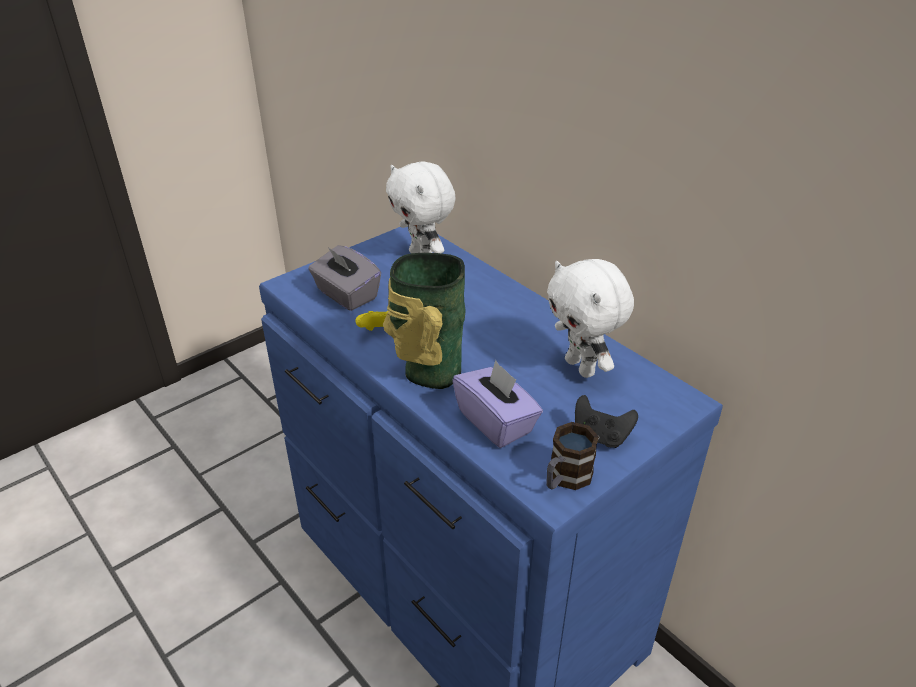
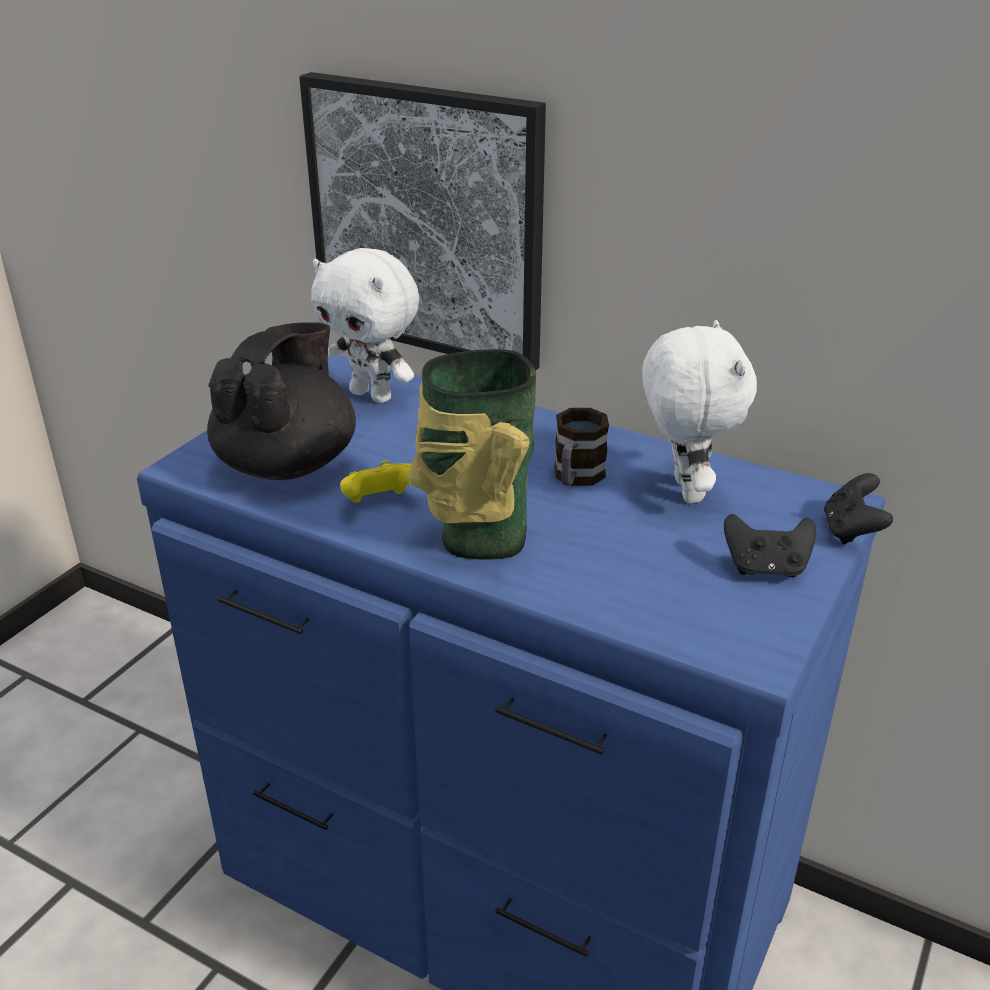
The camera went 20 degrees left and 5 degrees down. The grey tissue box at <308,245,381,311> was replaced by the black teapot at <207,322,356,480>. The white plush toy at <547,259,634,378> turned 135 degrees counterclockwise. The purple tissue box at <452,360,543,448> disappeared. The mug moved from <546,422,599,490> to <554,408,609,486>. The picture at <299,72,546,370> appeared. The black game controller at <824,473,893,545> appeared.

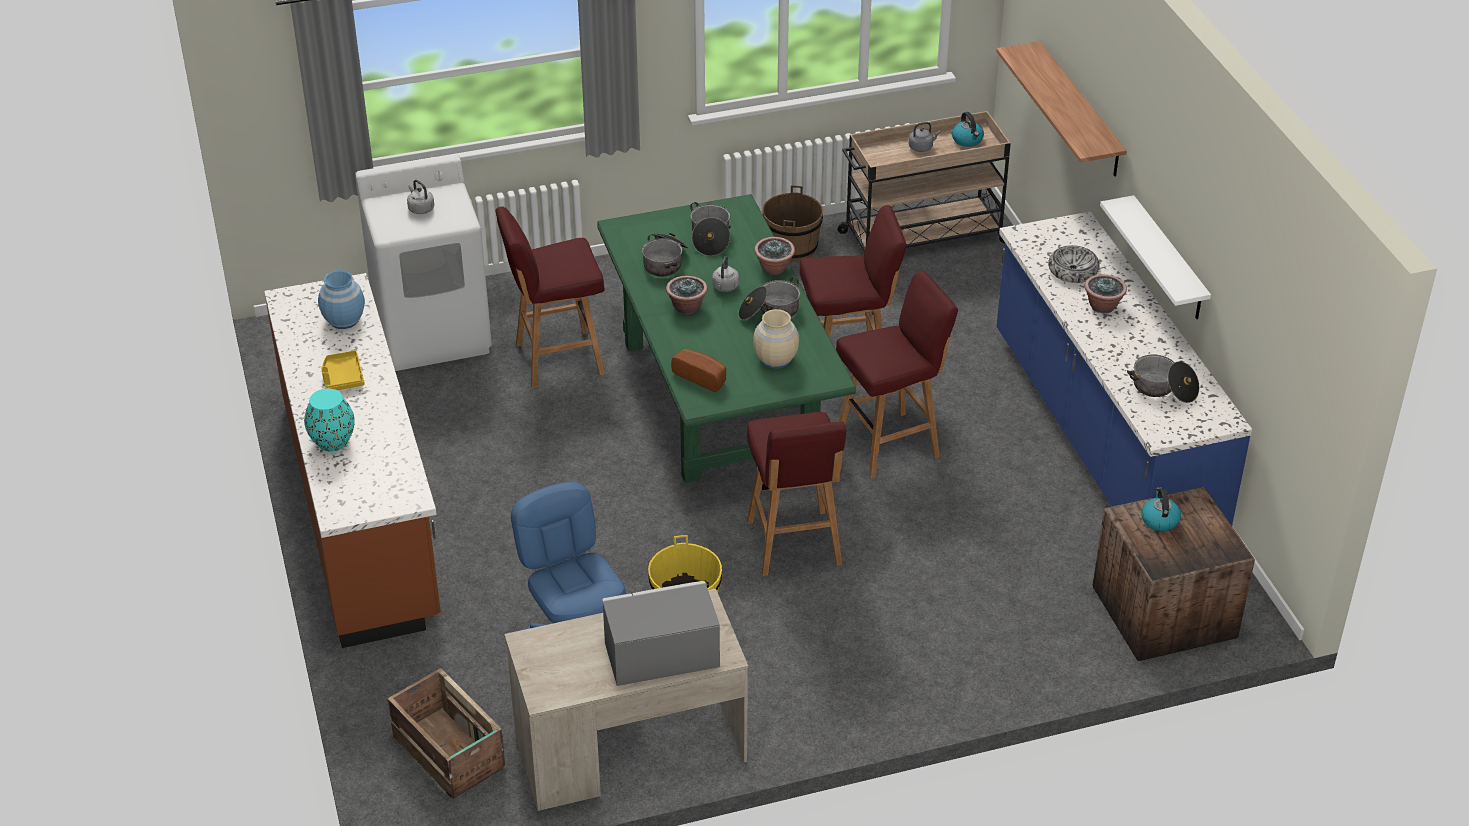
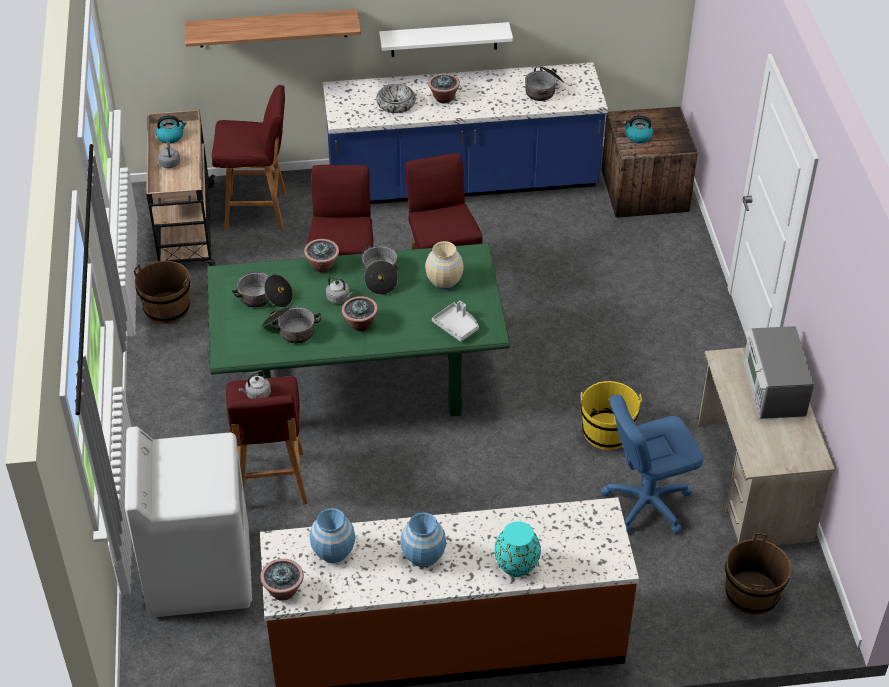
The camera went 80 degrees left and 5 degrees up. The grey kettle moved from <407,180,434,214> to <238,370,271,399>. The bread at <671,349,726,392> was replaced by the grey tray at <432,301,479,342>. The yellow tray at <321,350,365,390> was replaced by the blue vase at <401,512,446,567>. The red stool moved from <747,412,846,576> to <212,85,286,230>. The crate at <387,668,506,799> was replaced by the brown bucket at <725,533,791,615>. The potted plant at <260,559,304,600> appeared.

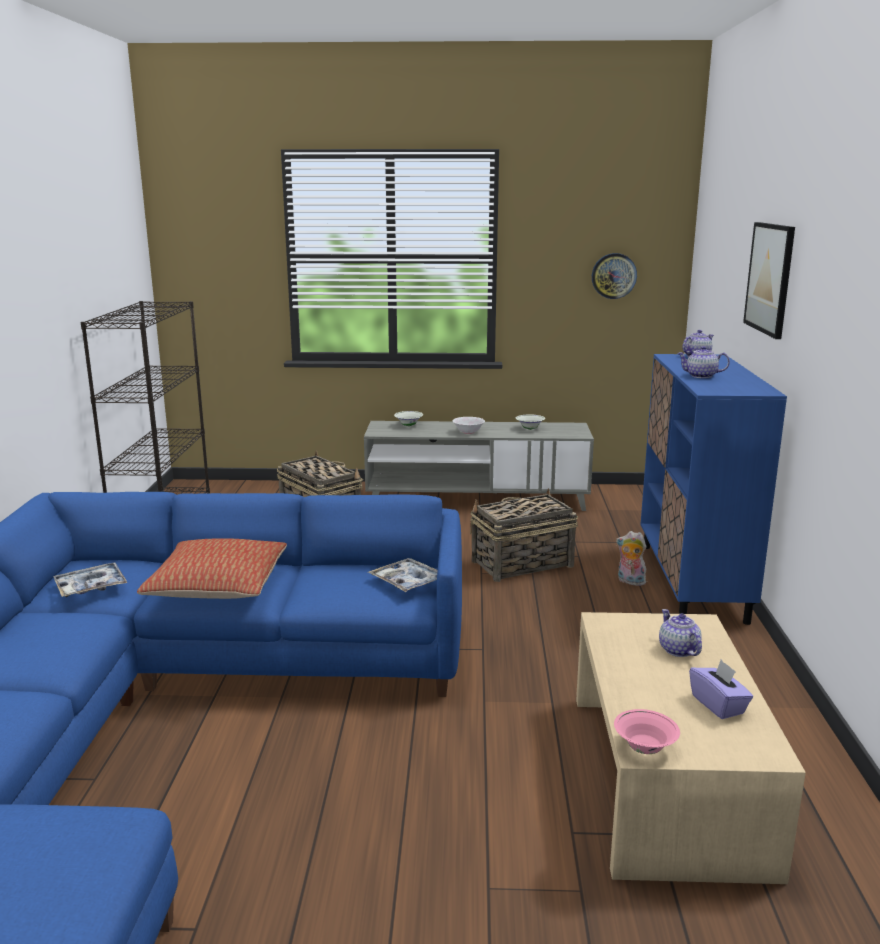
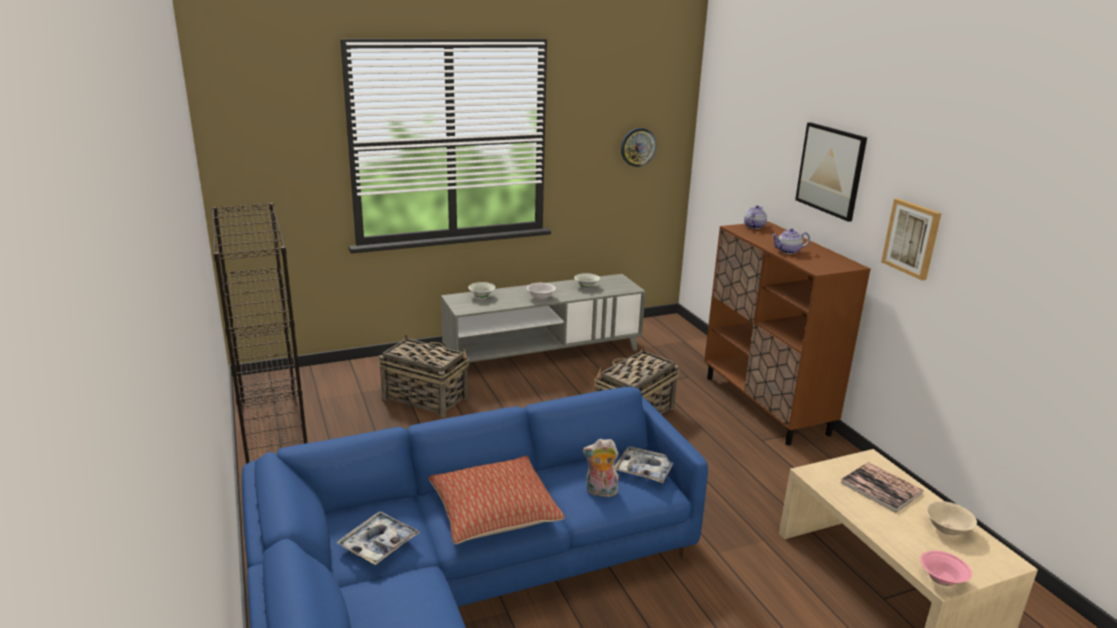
The camera went 25 degrees left and 5 degrees up. The blue cabinet at <640,354,787,625> became the brown cabinet at <704,221,871,445>. The plush toy moved from <616,531,646,586> to <583,439,619,497>. The teapot at <659,609,702,657> was replaced by the book at <840,462,924,513>. The purple tissue box at <689,660,753,719> was replaced by the beige bowl at <926,501,977,535>. The picture at <881,199,941,280> appeared.

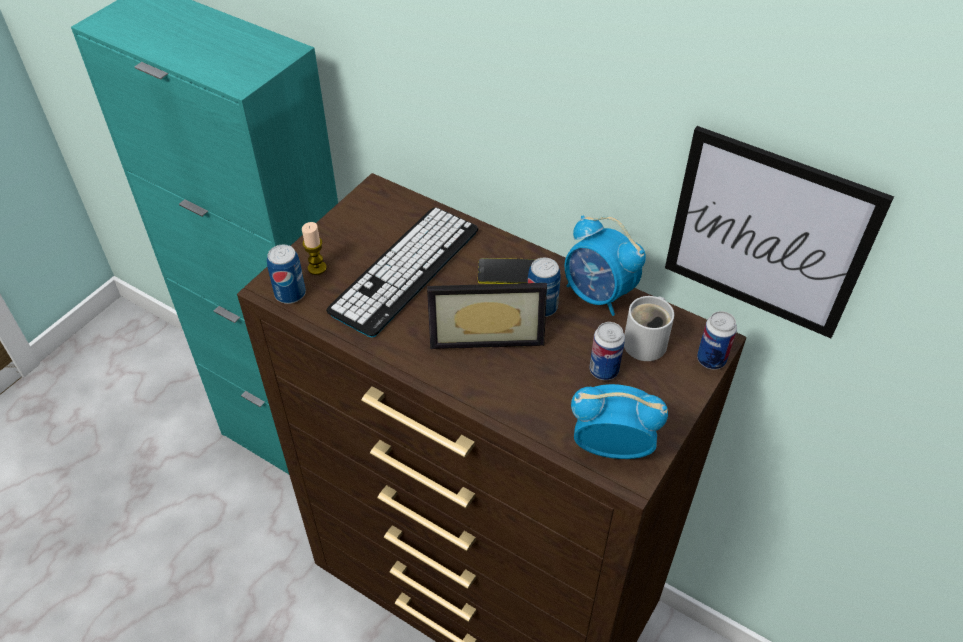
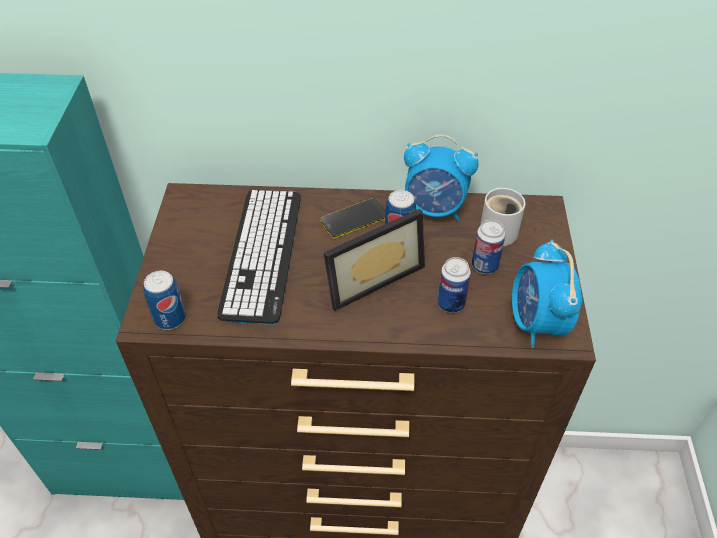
The camera went 30 degrees left and 0 degrees up. The picture at <665,126,894,338> disappeared. The candle at <302,222,327,275> disappeared. The can moved from <697,311,737,370> to <437,257,471,313>. The alarm clock at <571,384,668,459> turned 75 degrees counterclockwise.

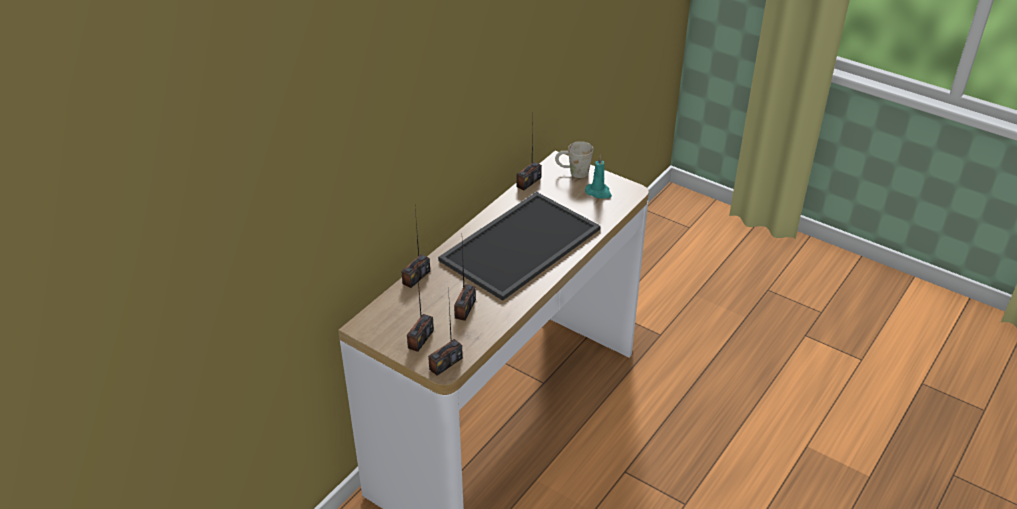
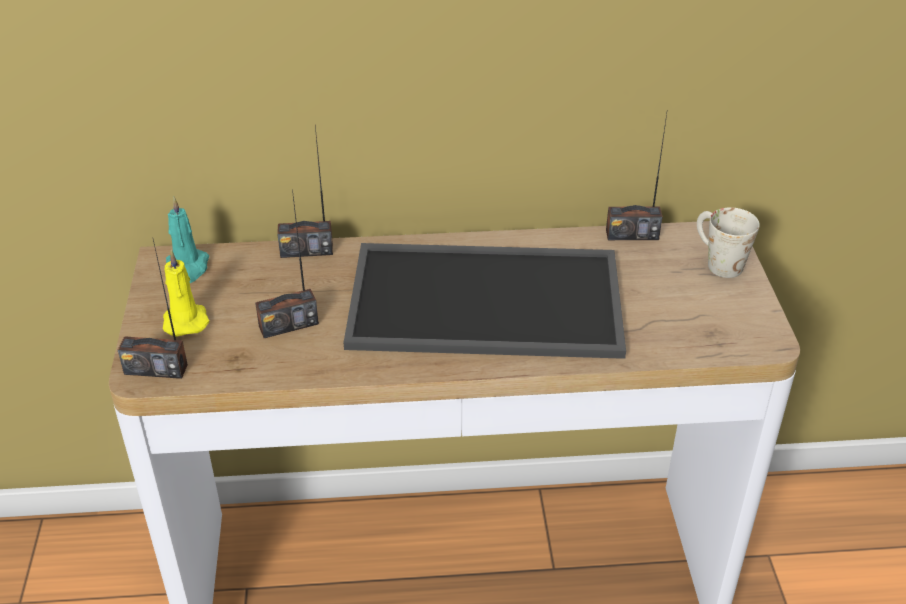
The camera went 50 degrees right and 0 degrees up. The turquoise candle moved from <585,155,612,198> to <166,197,209,283>. The radio at <407,267,434,352> was replaced by the yellow candle at <163,250,210,337>.

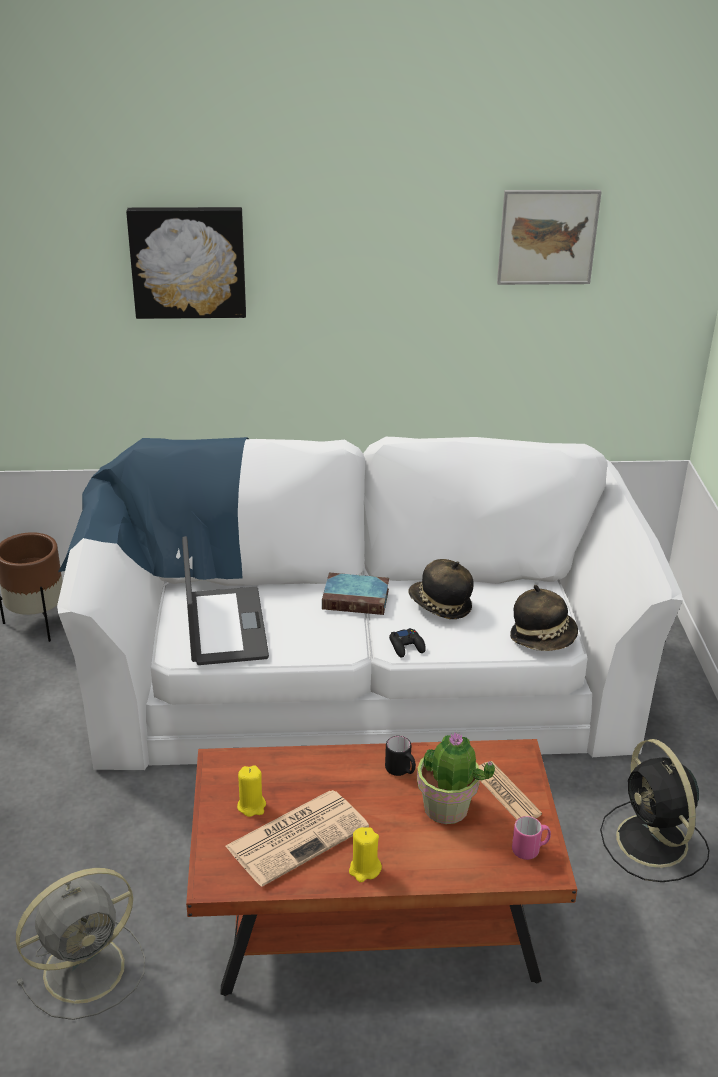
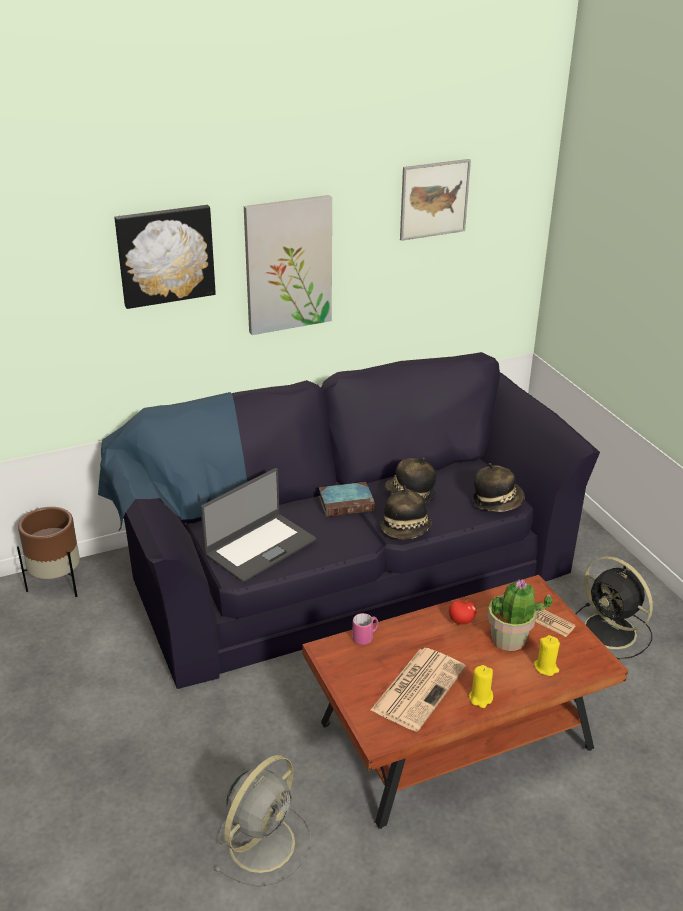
The camera went 20 degrees left and 0 degrees up. The white sofa at <57,437,683,770> became the black sofa at <98,352,600,689>. The laptop at <182,536,269,665> turned 75 degrees clockwise. The black game controller at <389,628,426,658> was replaced by the hat at <380,485,432,540>. The black mug at <385,736,416,776> was replaced by the apple at <449,598,476,624>. The yellow candle moved from <237,765,266,817> to <534,635,560,676>. The pink mug moved from <512,816,551,860> to <352,613,378,645>. The picture at <244,195,332,335> appeared.

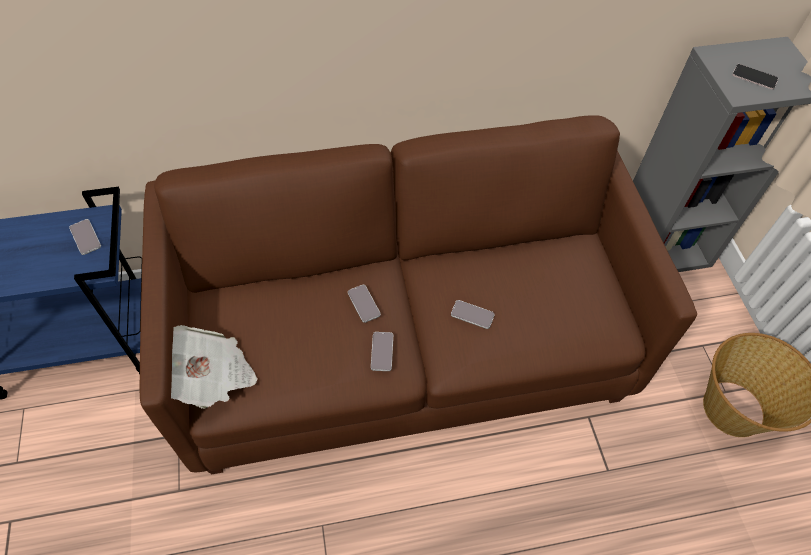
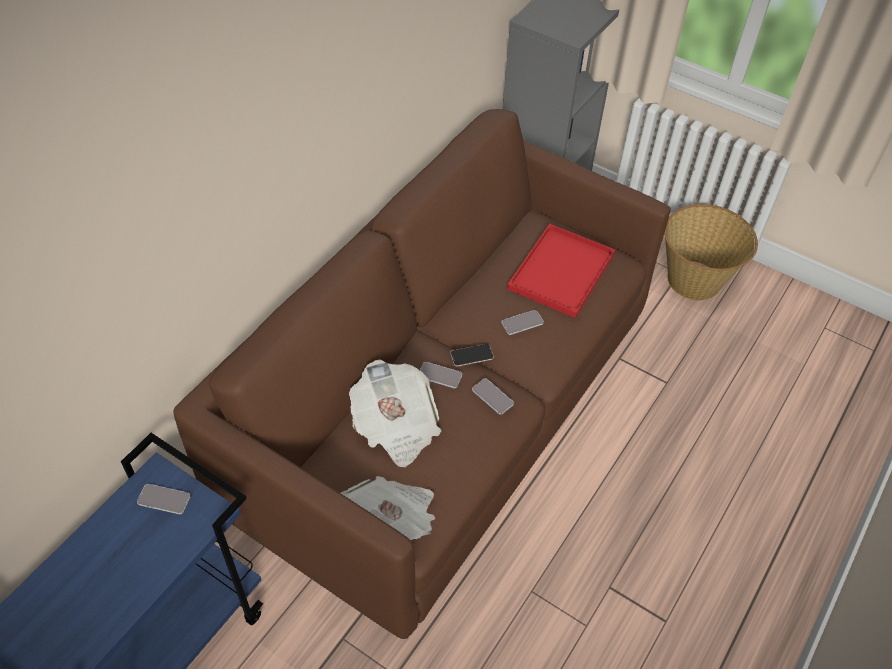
The camera went 45 degrees left and 5 degrees down. The phone moved from <732,64,778,89> to <450,344,494,366>. The red tray at <507,224,615,318> appeared. The newspaper at <349,359,441,467> appeared.

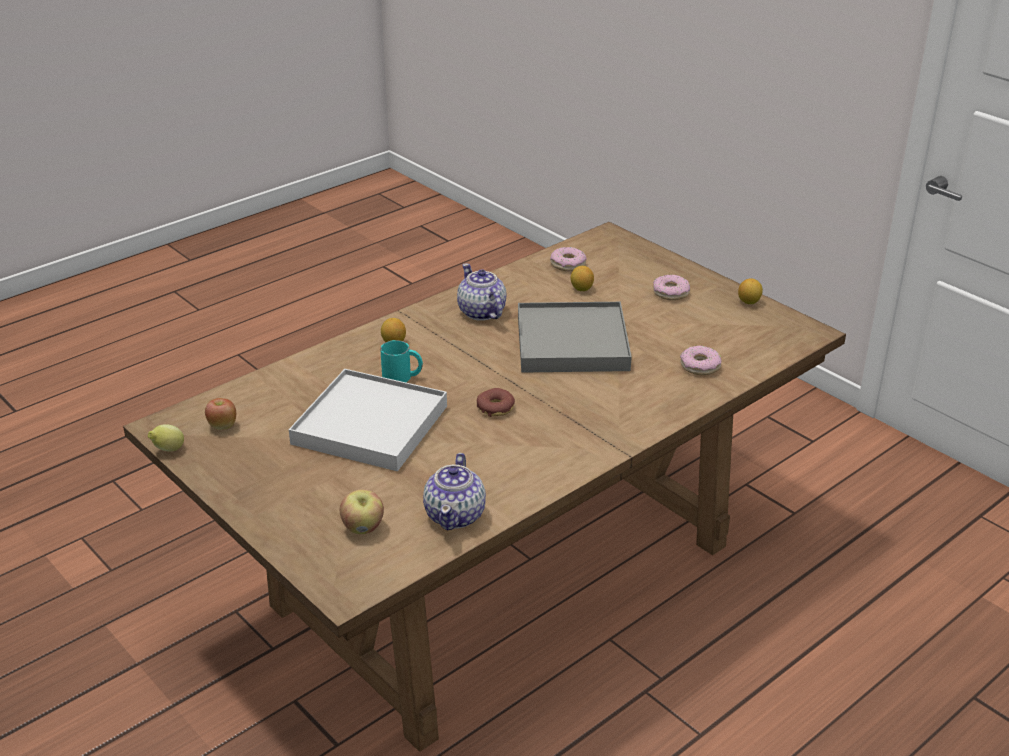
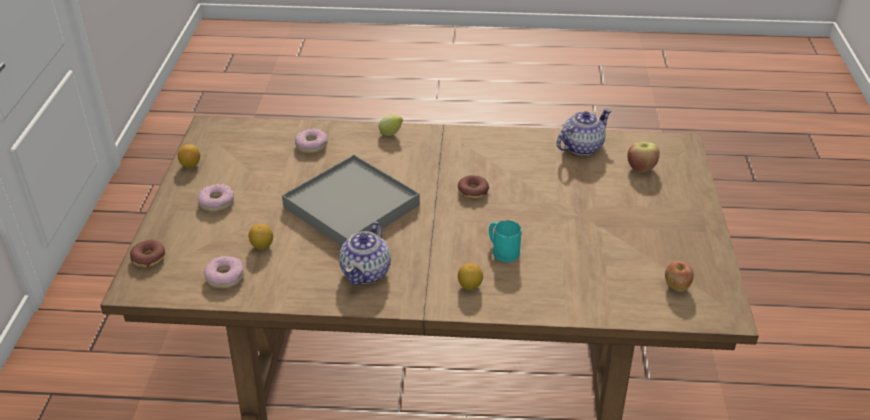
The camera went 135 degrees left and 5 degrees up. The white tray at <289,369,447,471> disappeared. The lemon moved from <148,424,184,451> to <379,114,403,136>. The donut at <130,239,165,267> appeared.

